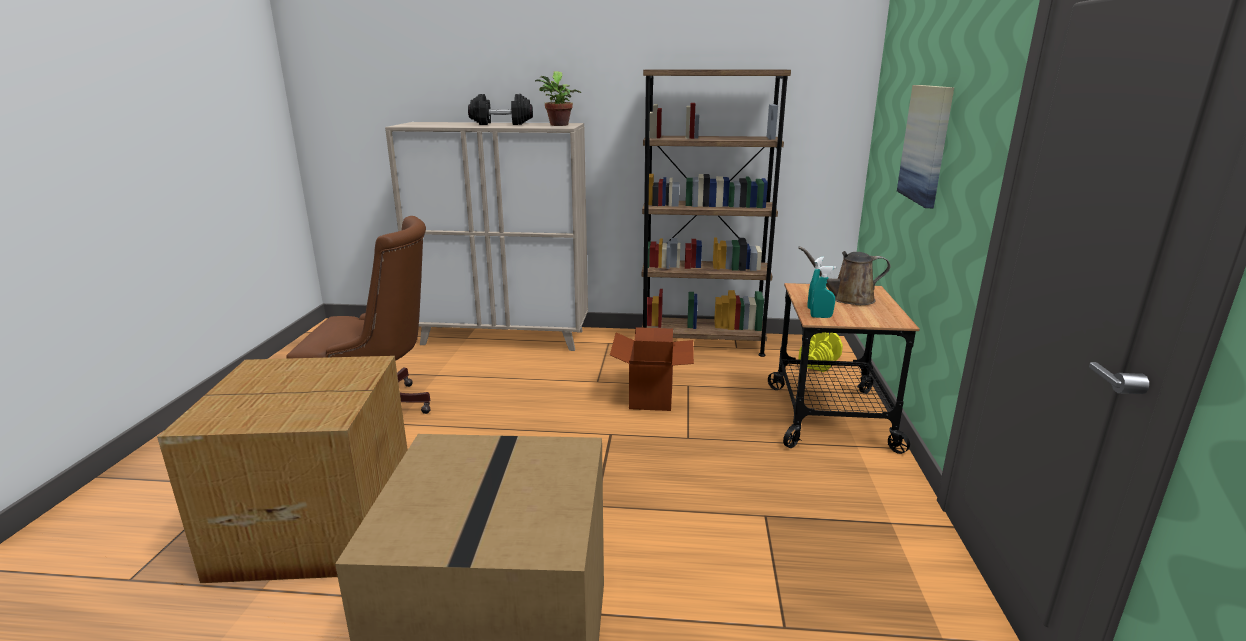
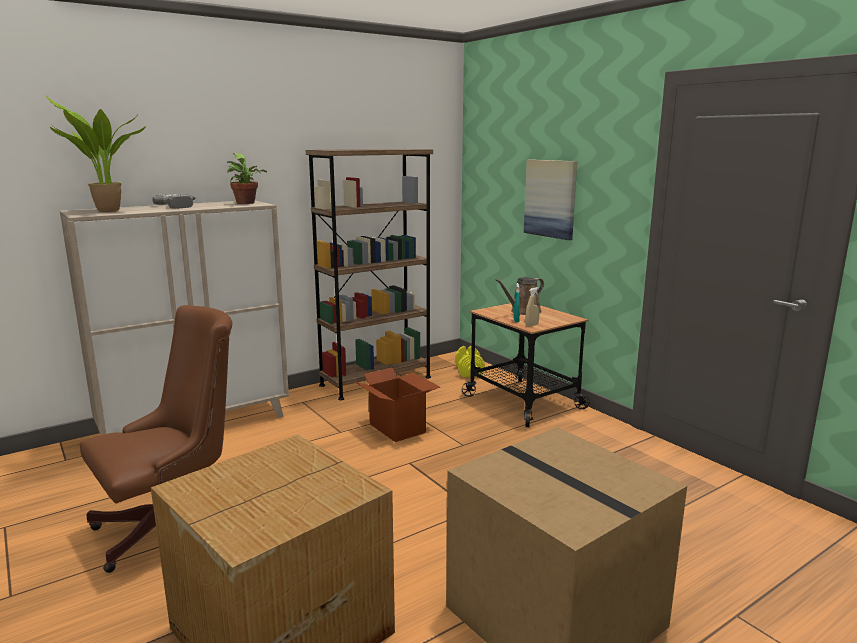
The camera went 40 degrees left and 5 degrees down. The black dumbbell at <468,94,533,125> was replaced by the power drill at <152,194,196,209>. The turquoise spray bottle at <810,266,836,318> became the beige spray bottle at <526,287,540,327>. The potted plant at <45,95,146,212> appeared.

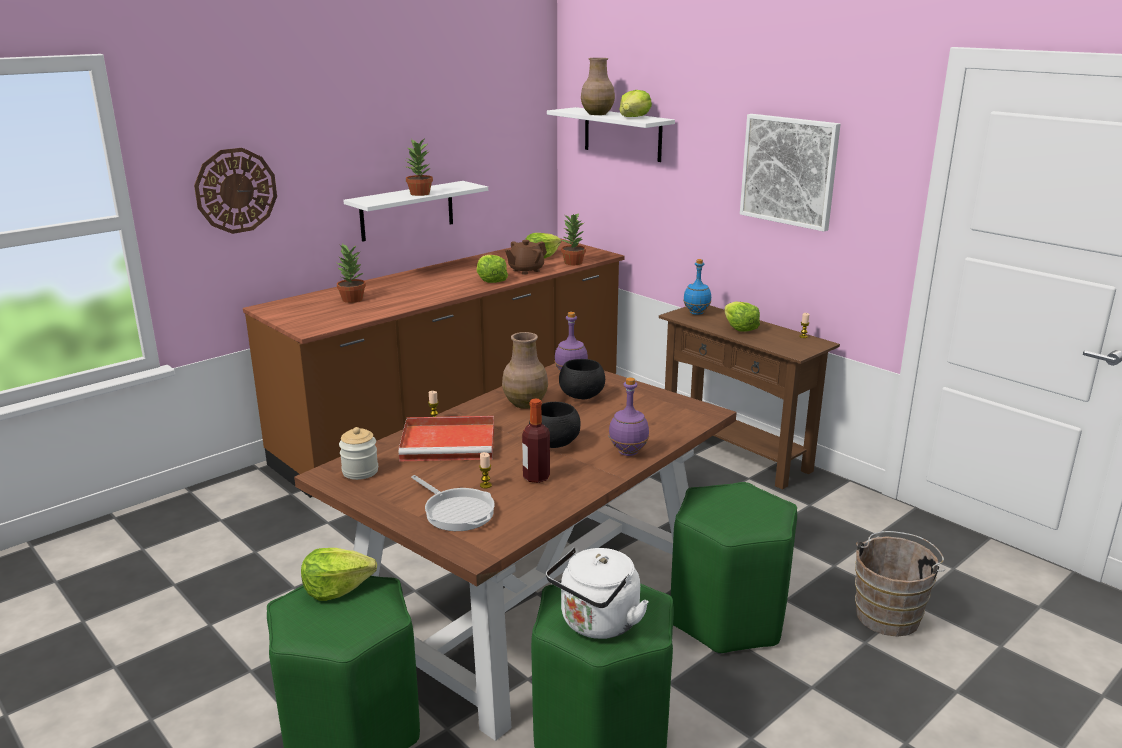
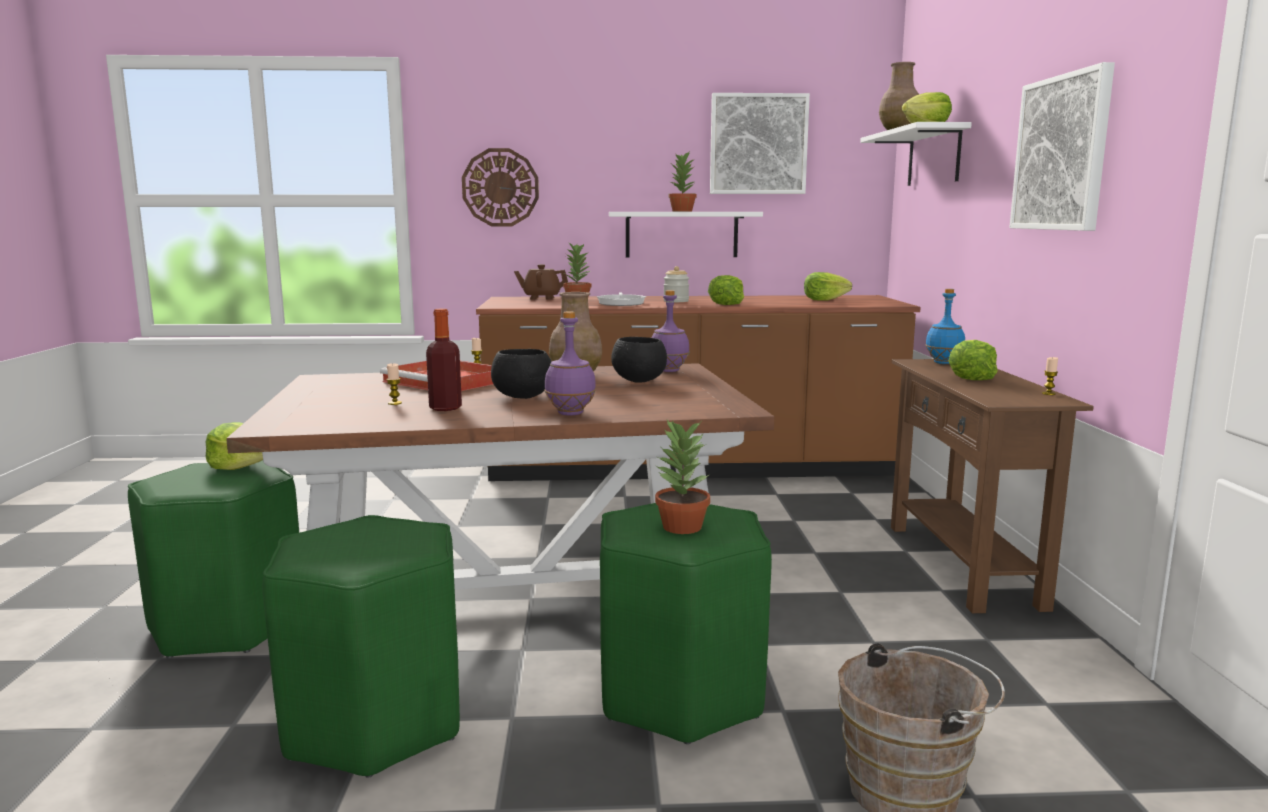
The camera went 40 degrees right and 10 degrees down. The potted plant moved from <561,213,586,265> to <655,420,710,534>. The brown teapot moved from <505,240,547,275> to <514,264,568,300>. The jar moved from <339,427,378,480> to <663,266,689,302>. The frying pan moved from <411,475,495,531> to <597,292,646,306>. The white kettle at <546,548,649,639> disappeared. The picture at <710,93,810,194> appeared.

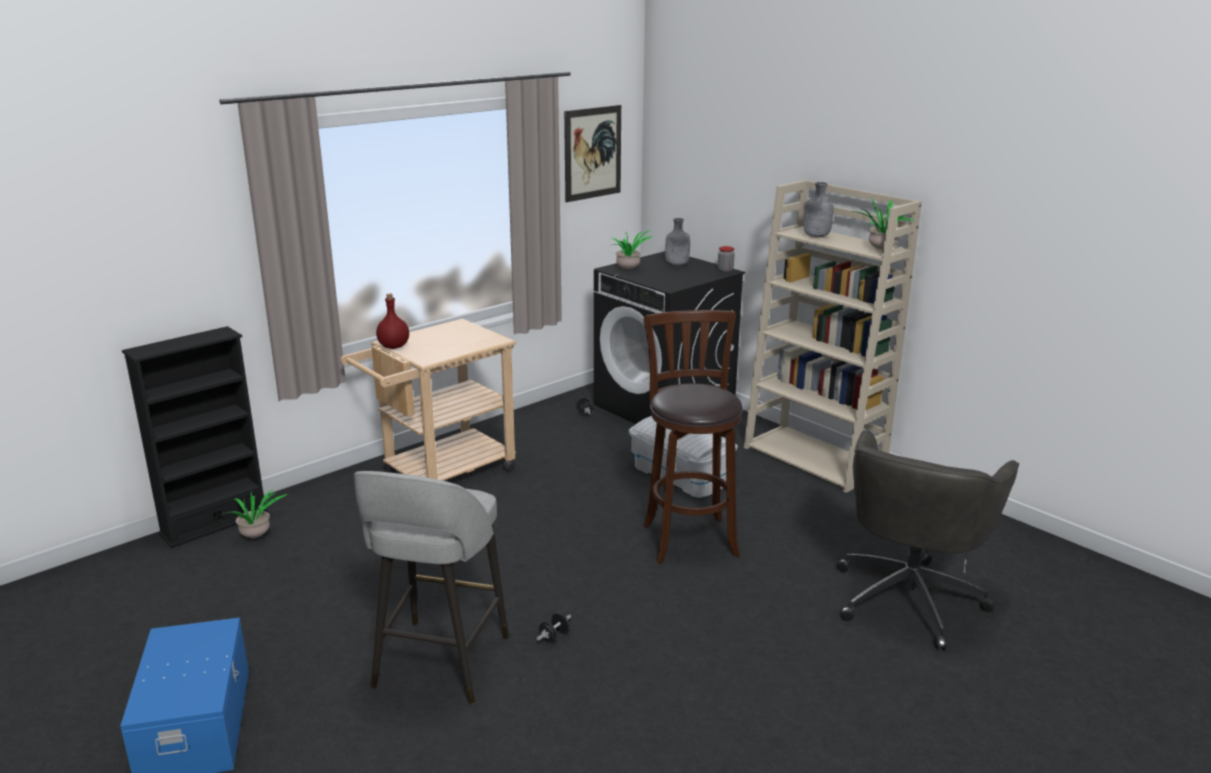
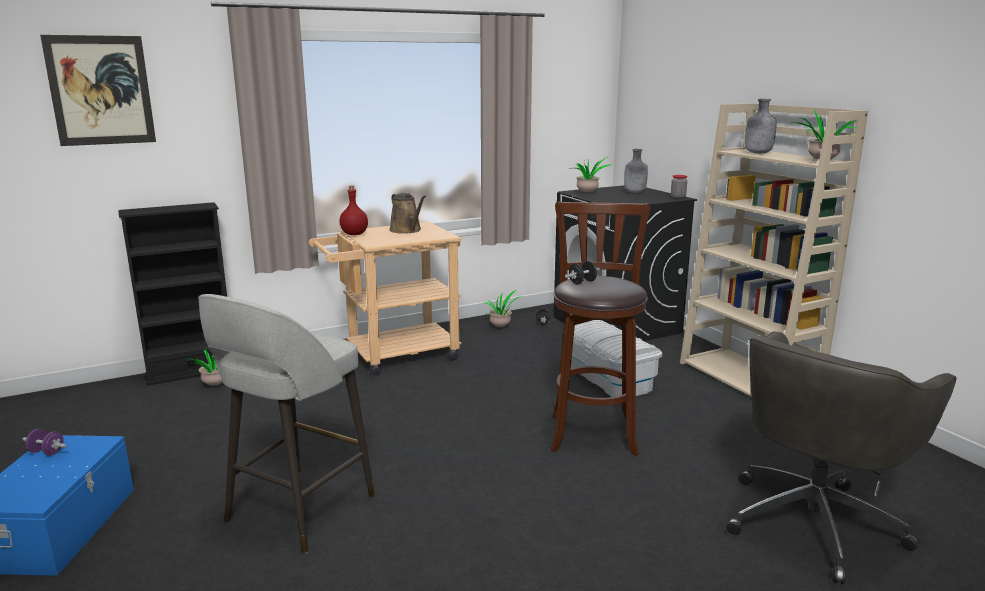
The camera went 15 degrees right and 5 degrees down. The picture moved from <564,105,621,202> to <40,35,156,146>. The black dumbbell moved from <536,613,571,643> to <565,261,600,284>. The brown watering can at <389,193,426,234> appeared. The potted plant at <483,290,522,327> appeared. The purple dumbbell at <22,429,67,456> appeared.

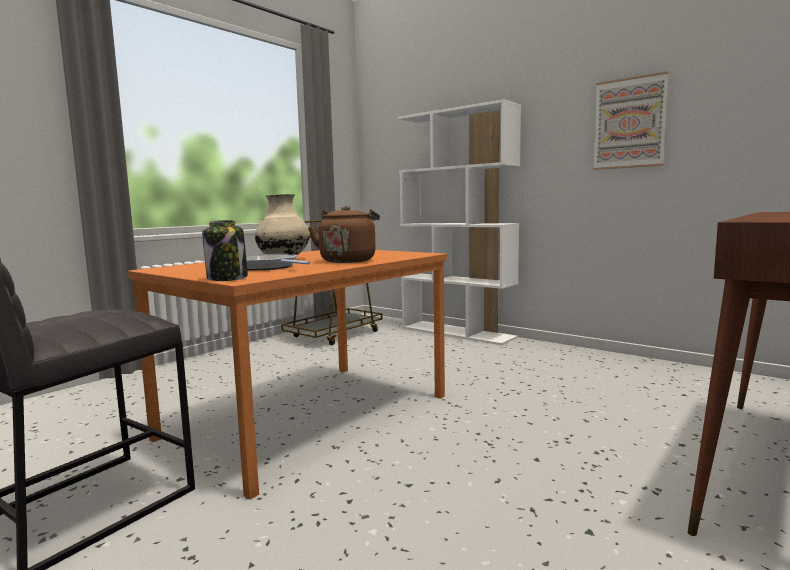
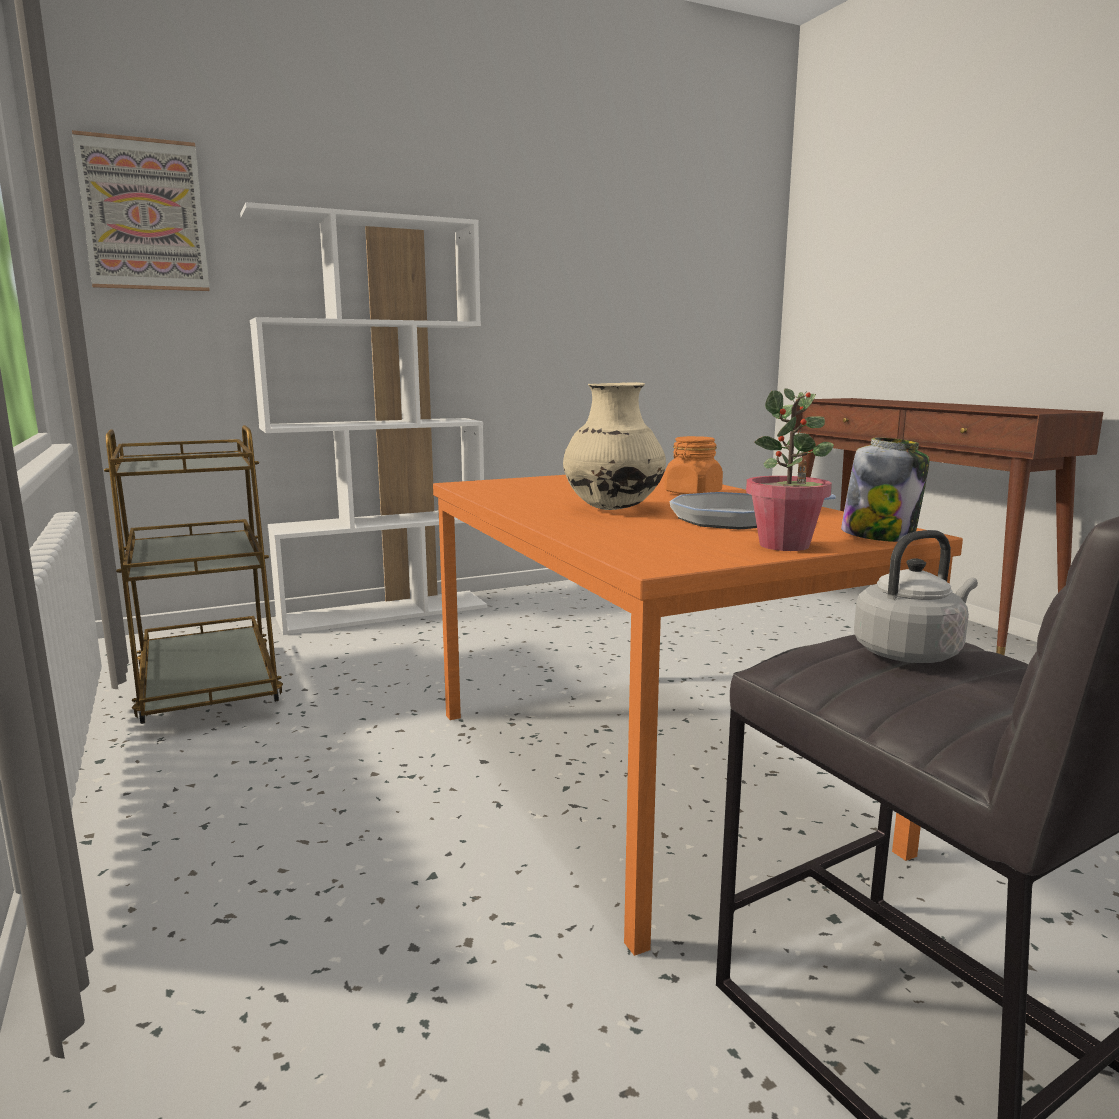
The camera went 65 degrees left and 5 degrees up. The picture moved from <593,71,669,170> to <72,130,210,291>. The brown kettle at <308,206,380,263> was replaced by the orange jar at <664,436,723,494>. The potted plant at <746,388,834,551> appeared. The grey kettle at <854,530,978,663> appeared.

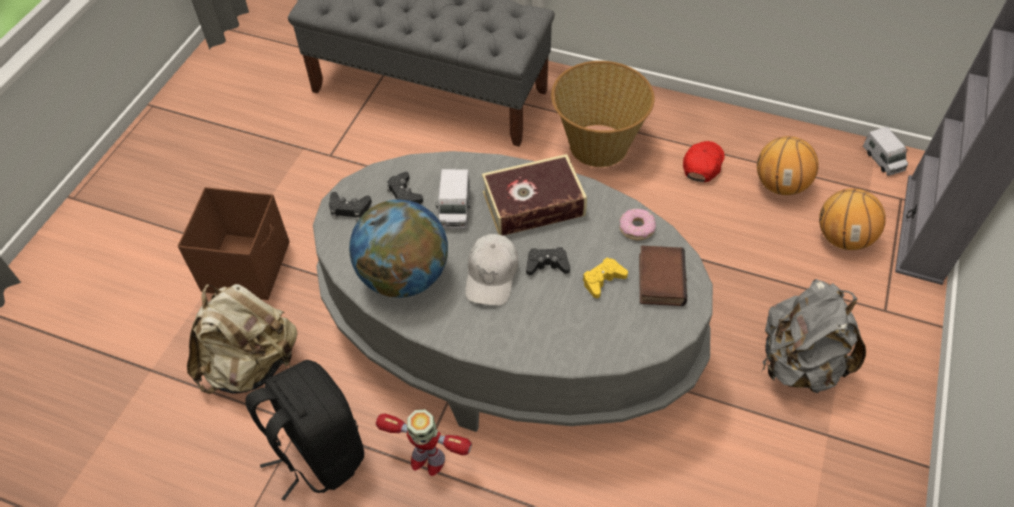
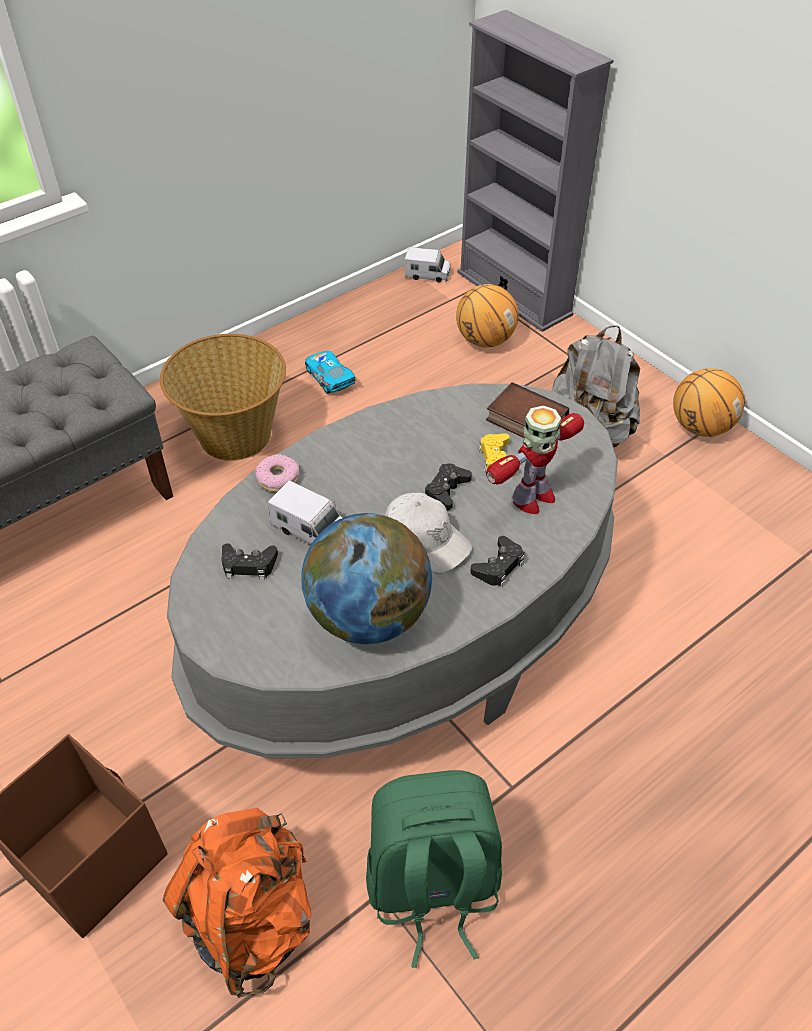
The camera went 60 degrees left and 5 degrees down. The basketball moved from <757,136,819,195> to <673,368,745,437>. The red cap at <683,141,725,182> was replaced by the toy car at <305,351,356,394>. The book at <482,154,587,236> disappeared. The black game controller moved from <329,192,372,221> to <470,536,525,587>. The donut moved from <620,209,656,240> to <255,454,299,492>. The beige backpack at <187,284,298,394> became the orange backpack at <163,808,312,998>. The black backpack at <246,360,364,501> became the green backpack at <366,770,502,968>. The toy robot moved from <376,410,472,476> to <486,406,584,514>.

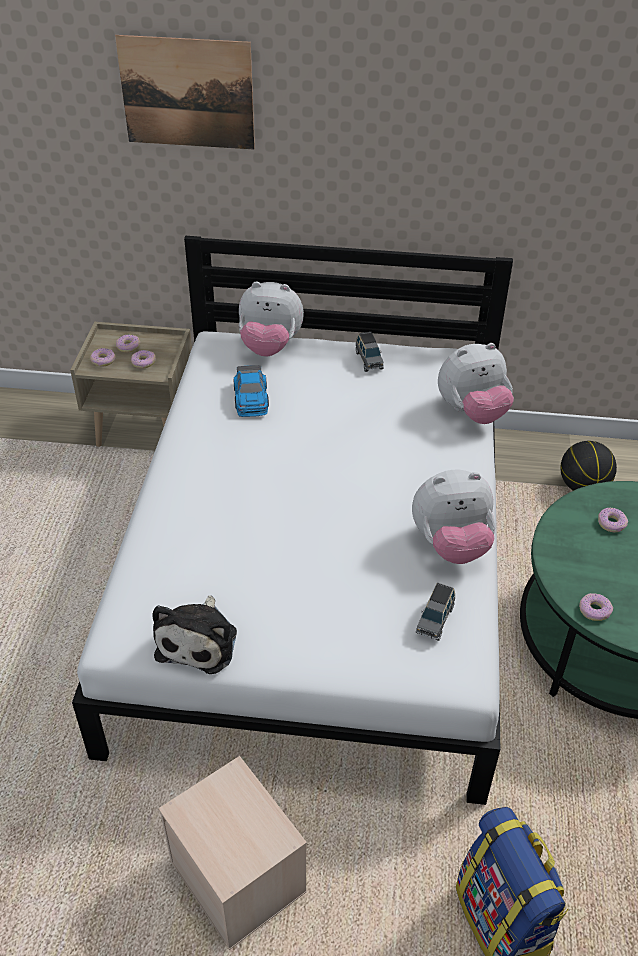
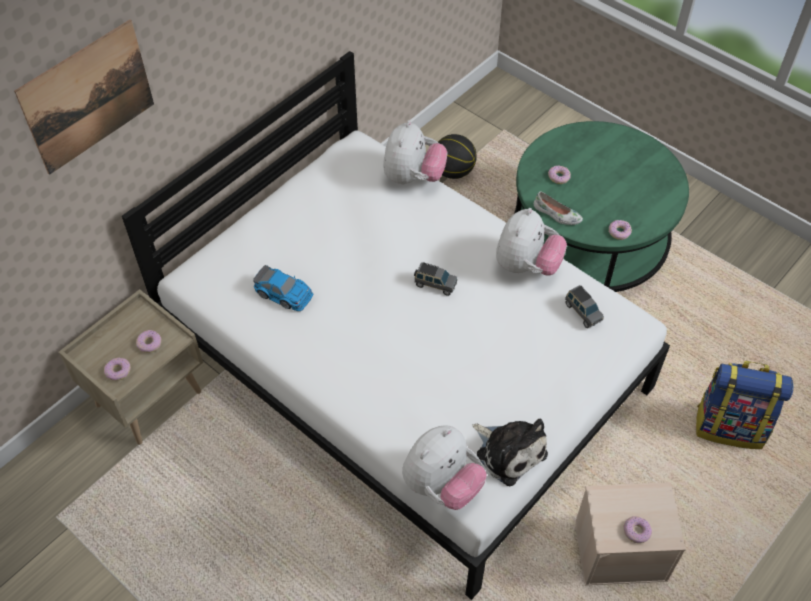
The camera went 55 degrees left and 10 degrees up. The plush toy moved from <239,282,304,356> to <402,425,487,510>. The grey toy car moved from <356,332,384,372> to <414,262,457,296>. The donut moved from <116,335,140,353> to <623,516,652,543>. The white shoe at <534,192,583,225> appeared.

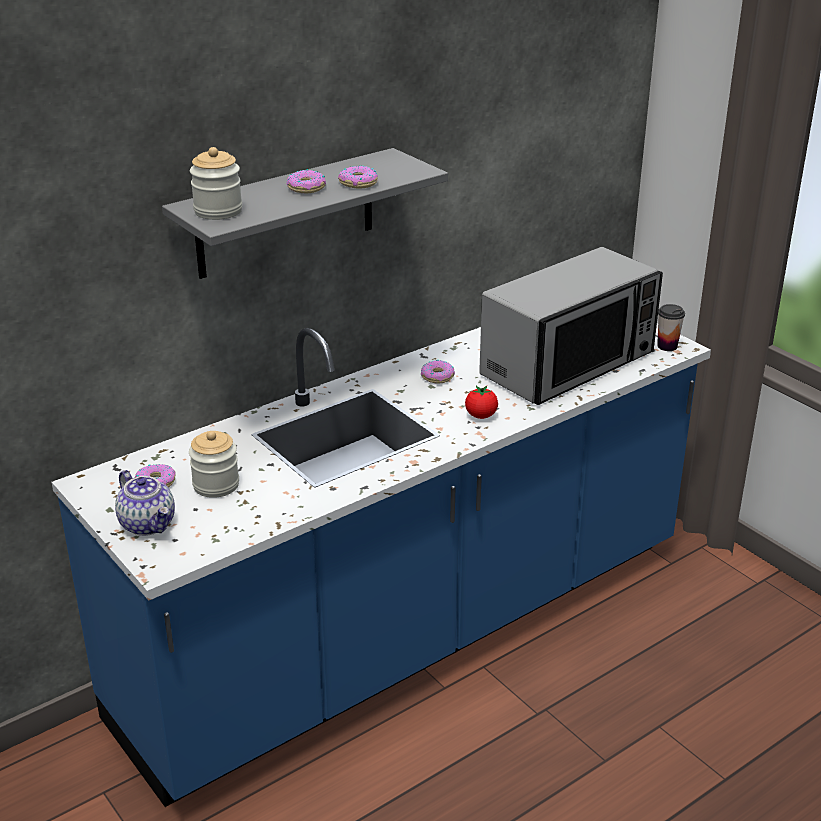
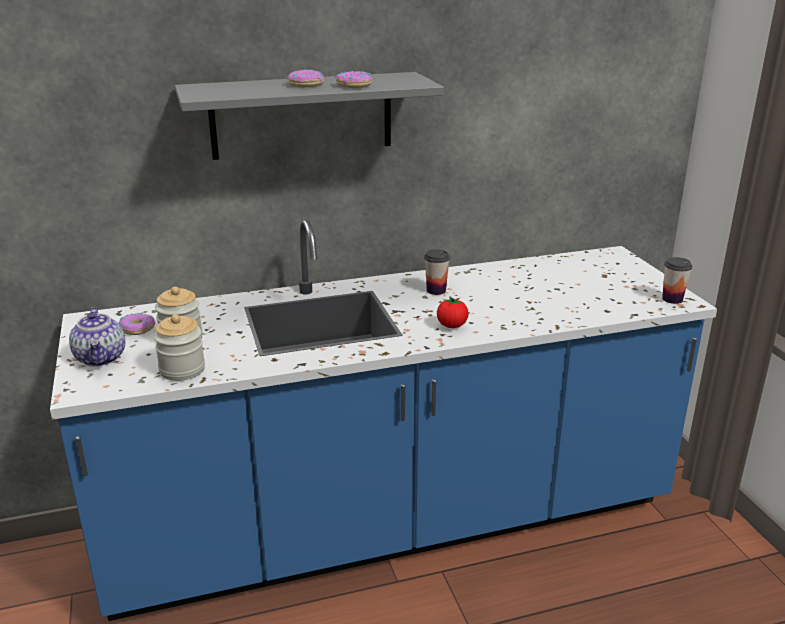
The camera went 20 degrees right and 5 degrees down. The jar moved from <190,147,242,220> to <154,314,205,381>. The microwave at <479,247,663,405> disappeared. The donut at <421,360,455,384> was replaced by the cup at <424,249,450,295>.

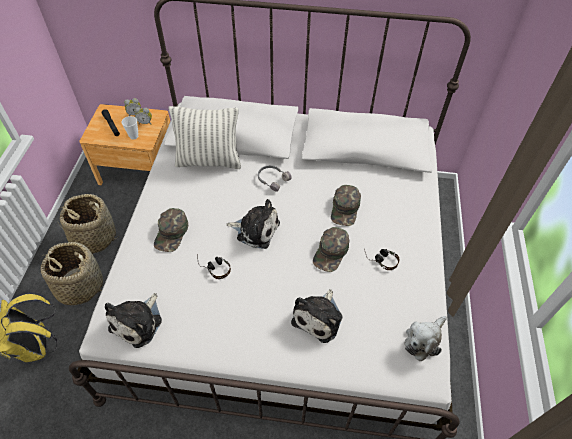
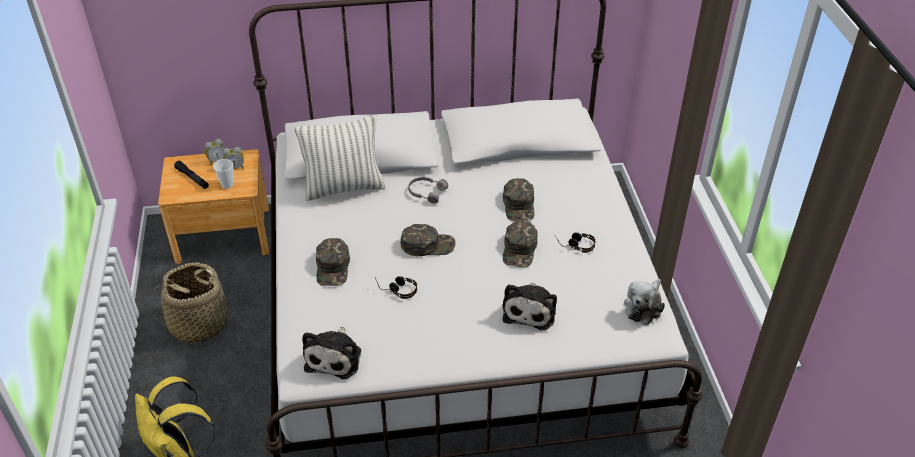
The camera went 15 degrees left and 10 degrees down. The plush toy at <226,199,280,249> was replaced by the green cap at <401,224,455,256>. The basket at <40,242,103,306> disappeared.

